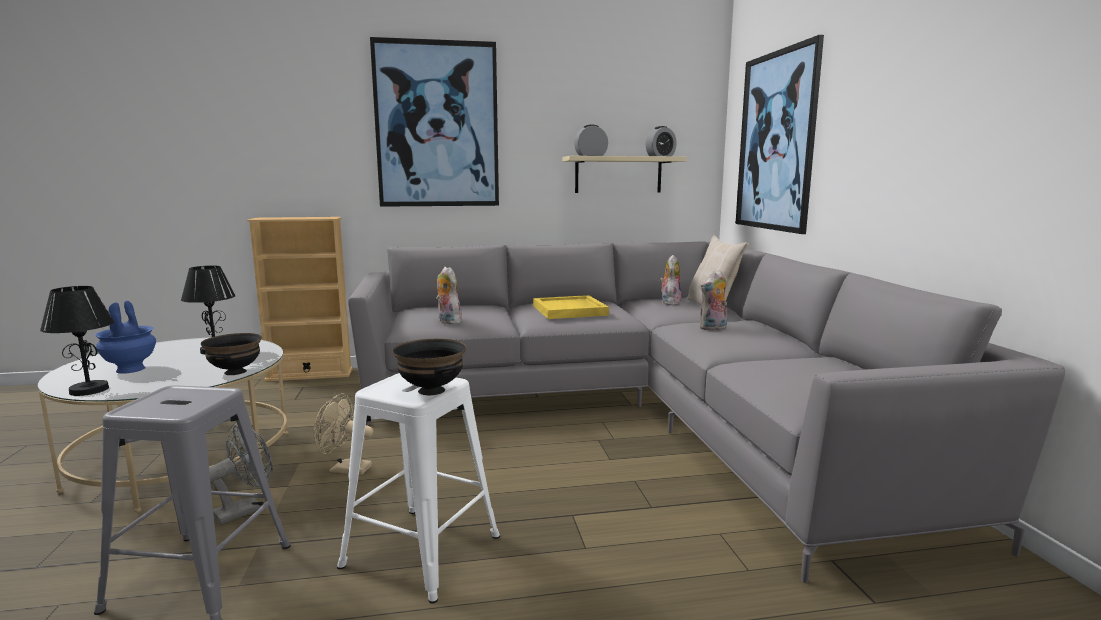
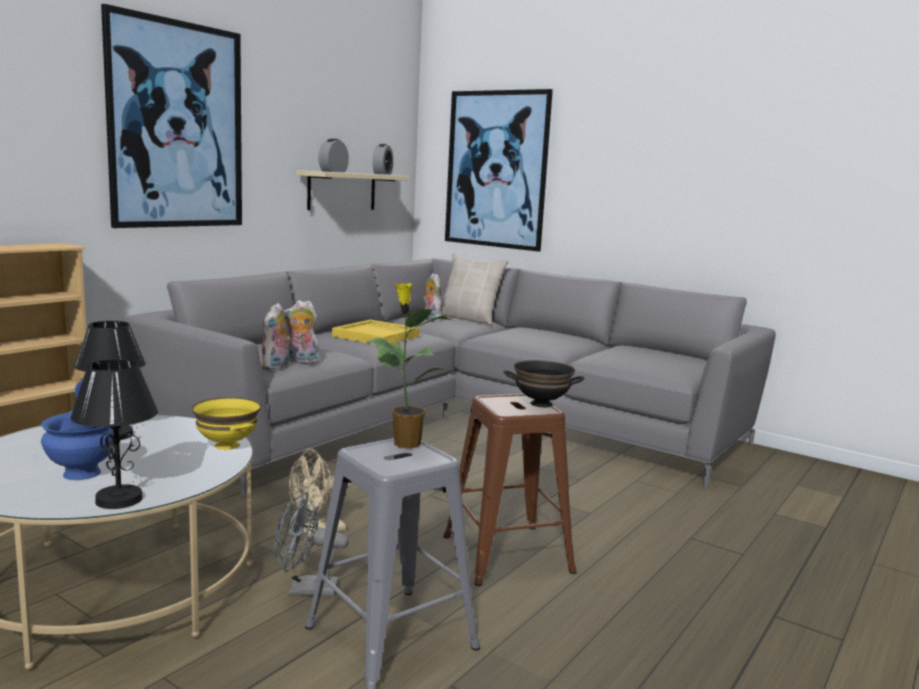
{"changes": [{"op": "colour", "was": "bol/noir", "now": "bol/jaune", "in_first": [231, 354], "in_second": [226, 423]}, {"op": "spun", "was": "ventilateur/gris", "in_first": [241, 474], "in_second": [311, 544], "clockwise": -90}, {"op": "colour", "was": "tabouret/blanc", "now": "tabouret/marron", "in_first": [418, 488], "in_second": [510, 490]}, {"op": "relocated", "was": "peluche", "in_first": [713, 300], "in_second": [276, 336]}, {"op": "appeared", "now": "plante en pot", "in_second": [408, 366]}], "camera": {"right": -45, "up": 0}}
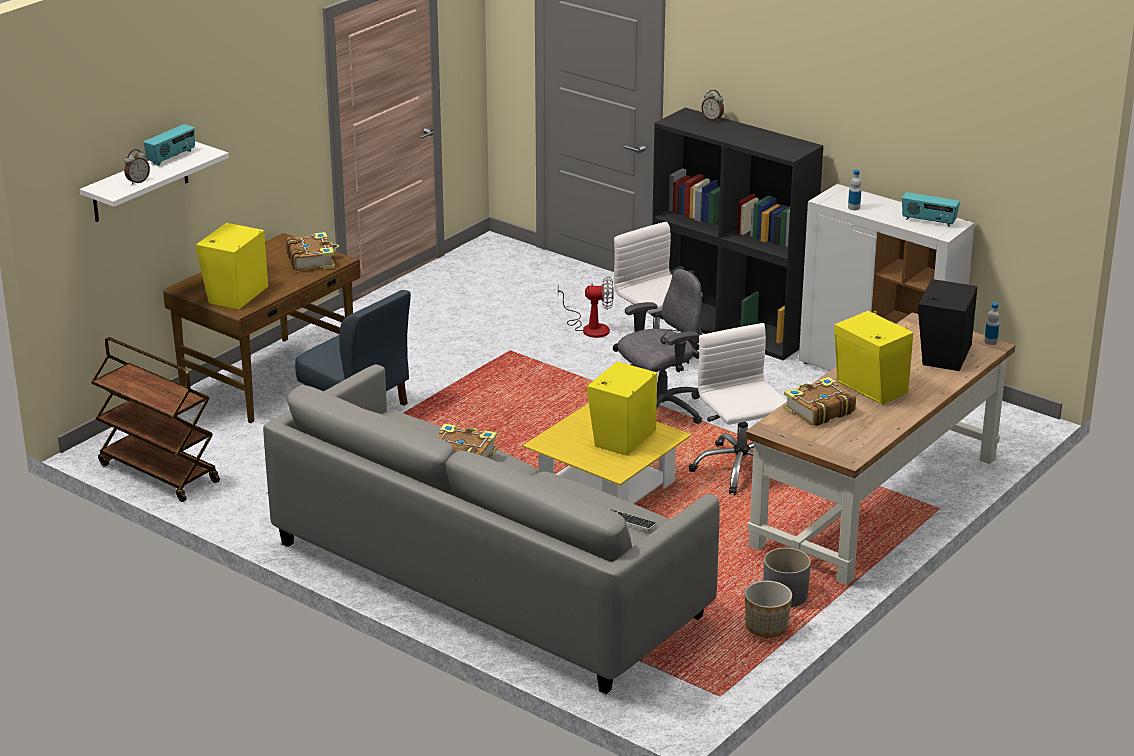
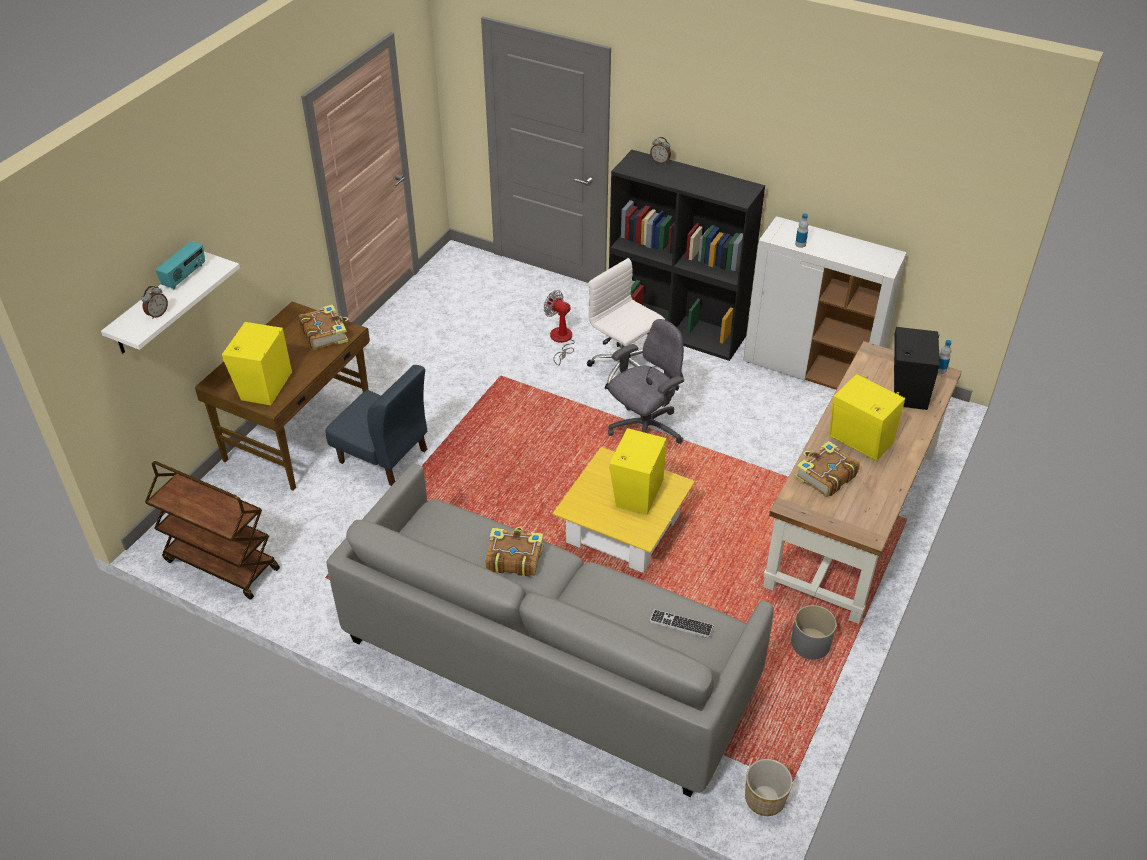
{"changes": [{"op": "spun", "was": "ventilateur", "in_first": [586, 307], "in_second": [559, 328], "clockwise": -135}, {"op": "missing", "was": "chaise de bureau/blanc", "in_first": [737, 409]}, {"op": "relocated", "was": "cache-pot", "in_first": [768, 609], "in_second": [769, 787]}, {"op": "missing", "was": "radio", "in_first": [931, 209]}], "camera": {"right": -10, "up": 15}}
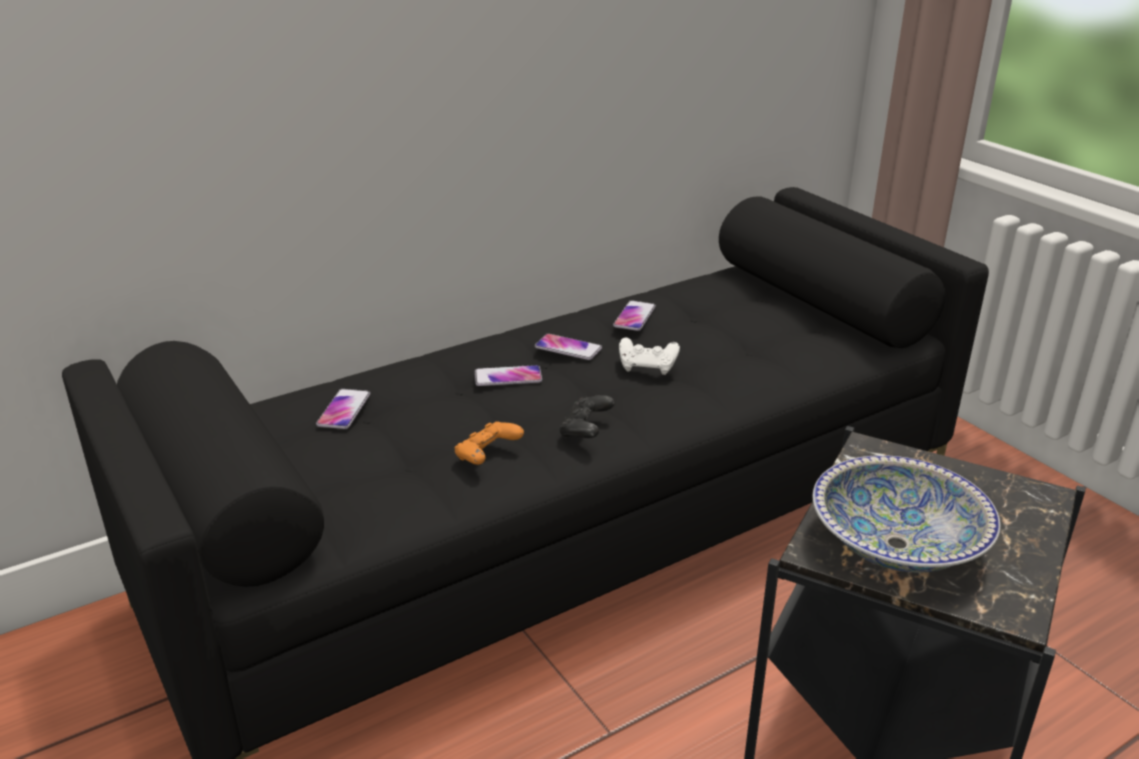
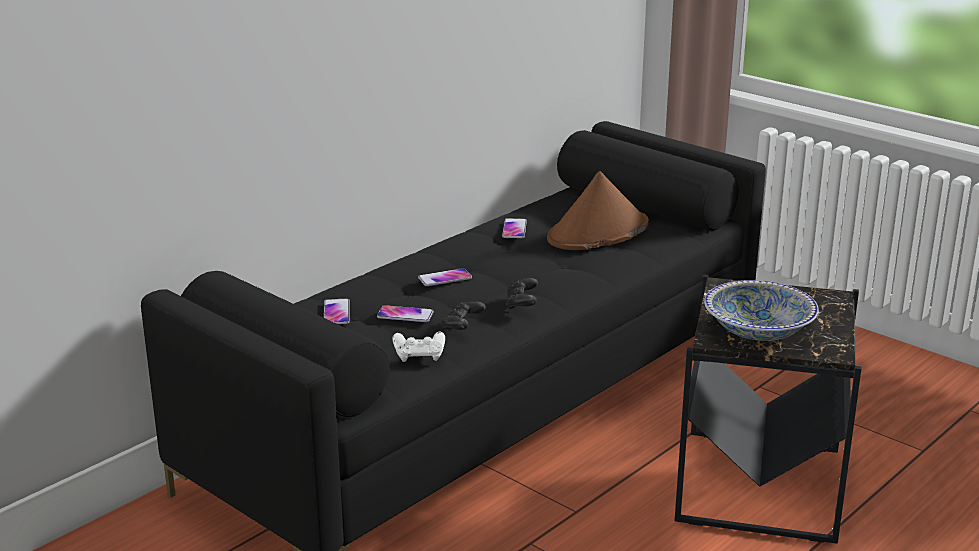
{"changes": [{"op": "colour", "was": "manette/orange", "now": "manette/noir", "in_first": [489, 443], "in_second": [463, 316]}, {"op": "relocated", "was": "téléphone", "in_first": [568, 347], "in_second": [405, 313]}, {"op": "relocated", "was": "manette/blanc", "in_first": [649, 356], "in_second": [418, 347]}, {"op": "appeared", "now": "chapeau/marron", "in_second": [598, 210]}], "camera": {"right": -15, "up": -5}}
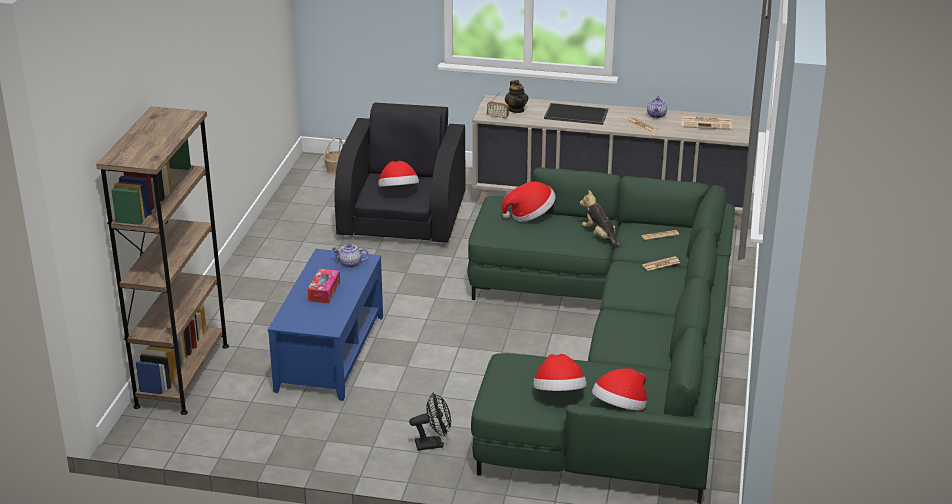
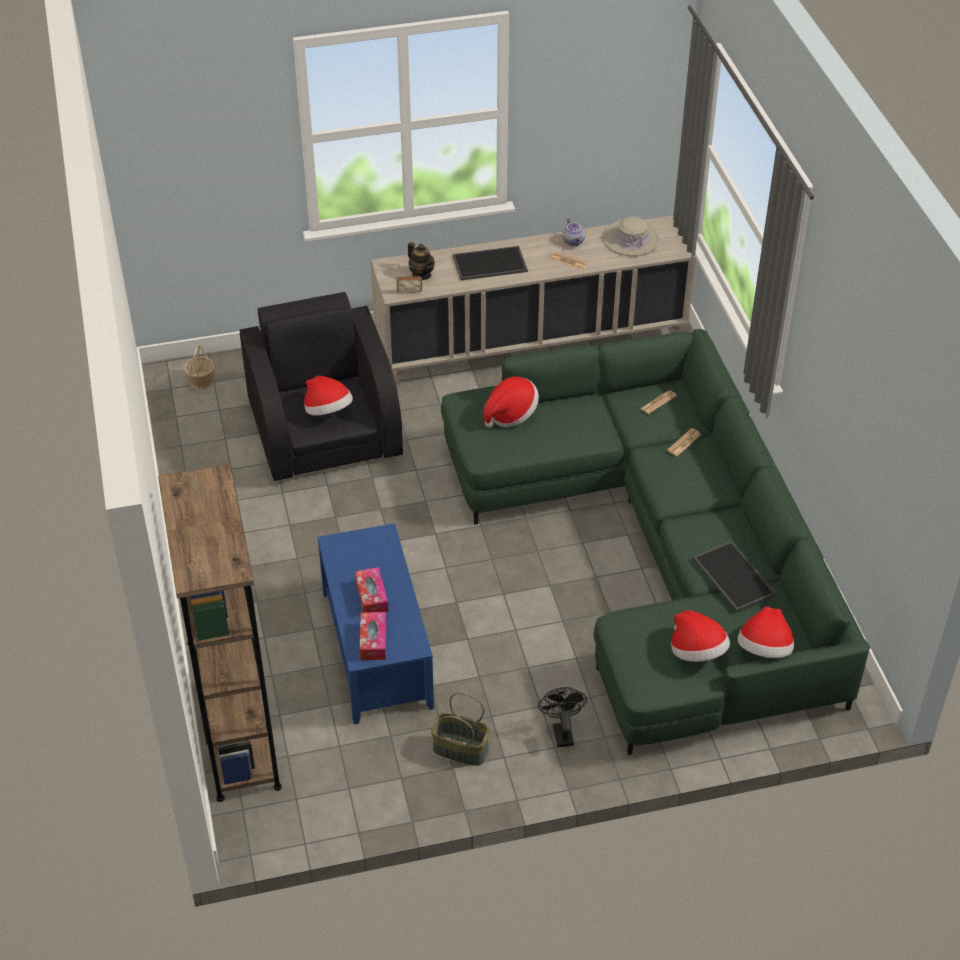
{"changes": [{"op": "missing", "was": "théière", "in_first": [350, 256]}, {"op": "spun", "was": "ventilateur/noir", "in_first": [430, 422], "in_second": [562, 717], "clockwise": -60}, {"op": "missing", "was": "peluche", "in_first": [601, 219]}, {"op": "exchanged", "was": "journal", "now": "chapeau/beige", "in_first": [706, 123], "in_second": [631, 236]}, {"op": "appeared", "now": "boîte à mouchoirs", "in_second": [373, 636]}, {"op": "appeared", "now": "panier", "in_second": [460, 729]}, {"op": "appeared", "now": "plateau", "in_second": [734, 576]}], "camera": {"right": -25, "up": 15}}
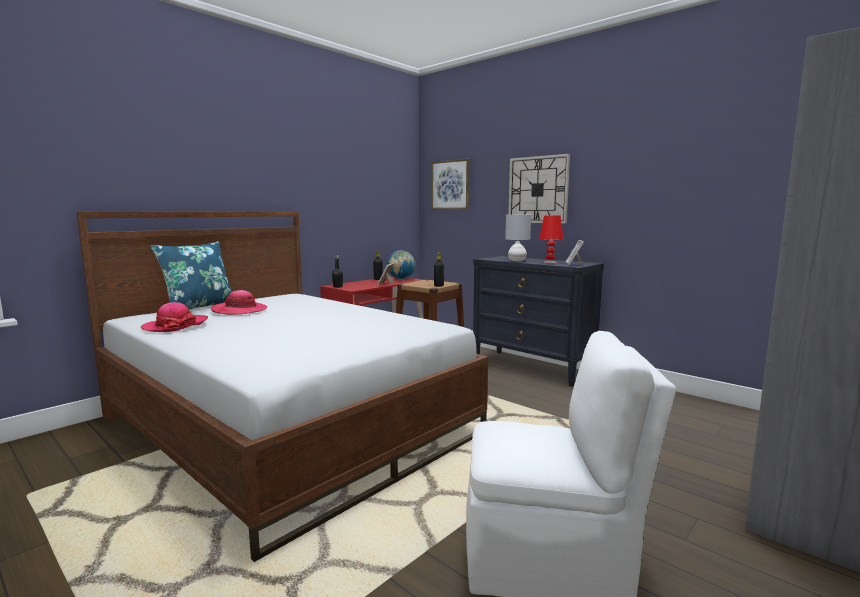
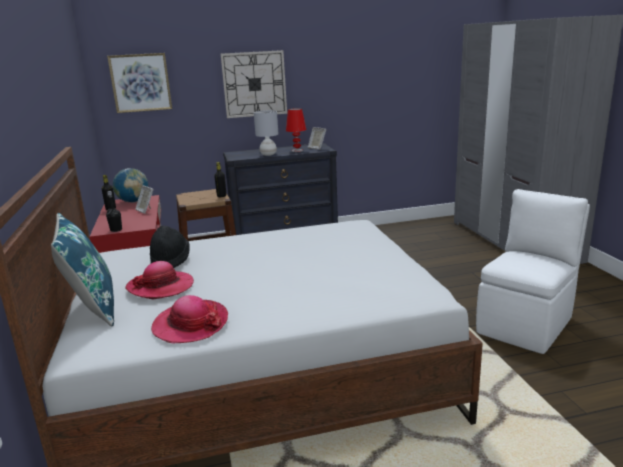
{"changes": [{"op": "appeared", "now": "chapeau/noir", "in_second": [170, 247]}], "camera": {"right": -55, "up": 10}}
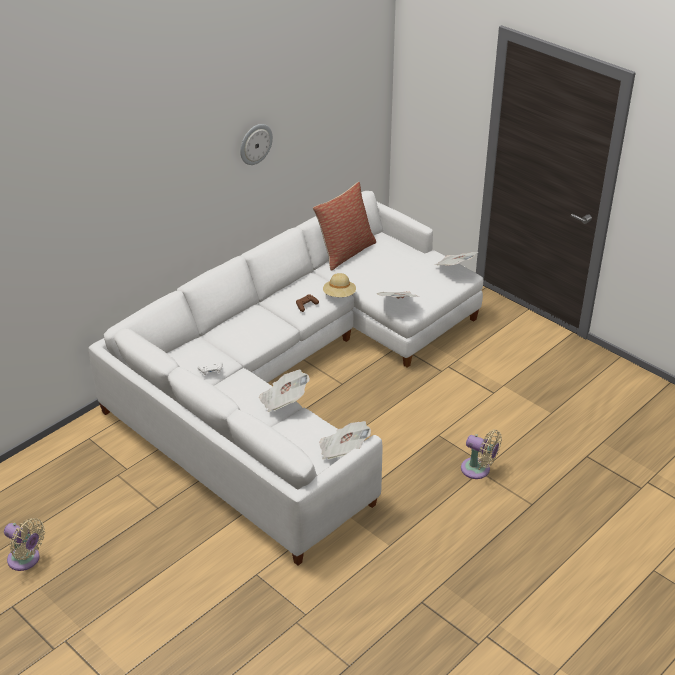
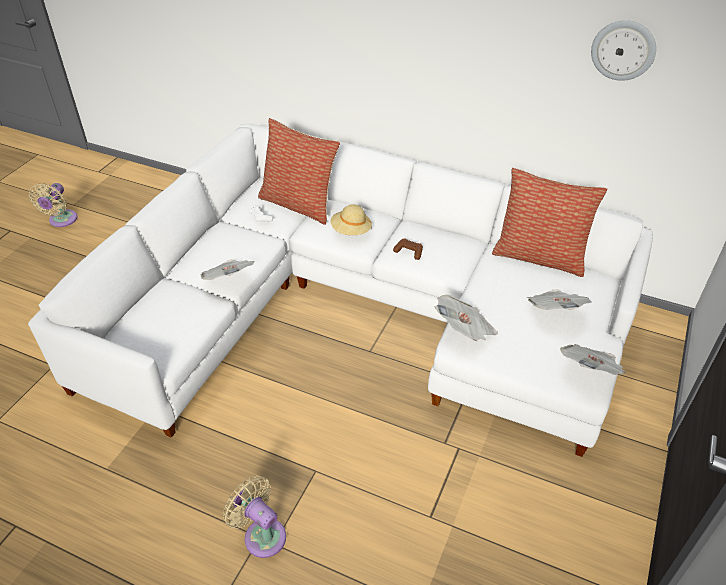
{"changes": [{"op": "relocated", "was": "horloge murale", "in_first": [256, 144], "in_second": [623, 50]}, {"op": "relocated", "was": "journal", "in_first": [345, 440], "in_second": [559, 299]}, {"op": "relocated", "was": "chapeau/beige", "in_first": [339, 285], "in_second": [351, 219]}, {"op": "spun", "was": "ventilateur/beige", "in_first": [481, 454], "in_second": [254, 517], "clockwise": 120}, {"op": "appeared", "now": "coussin", "in_second": [299, 171]}], "camera": {"right": 70, "up": 5}}
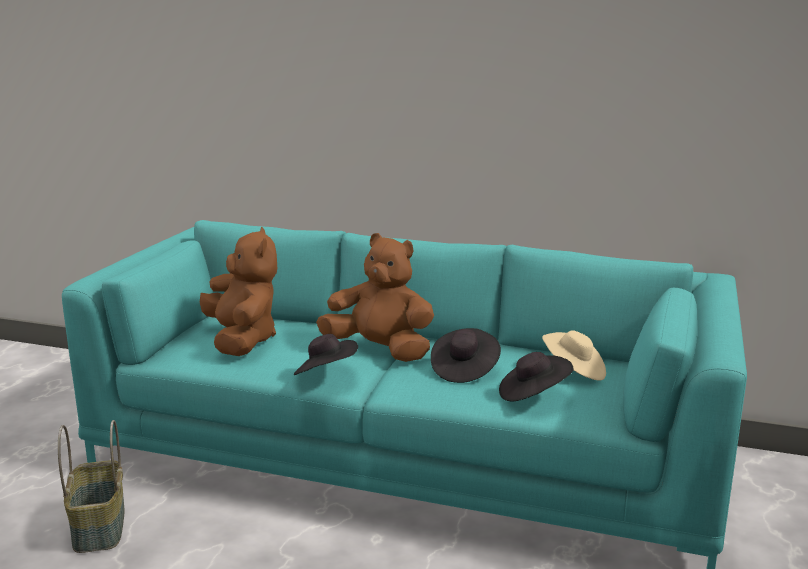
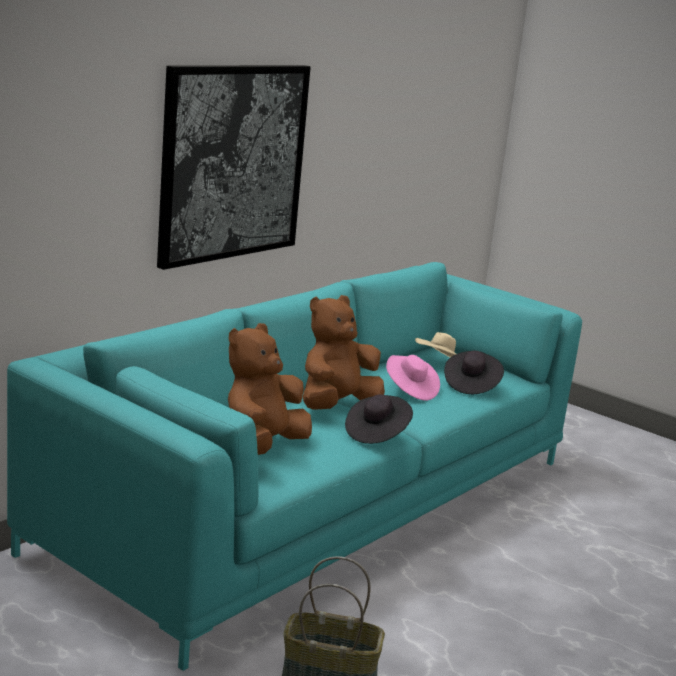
{"changes": [{"op": "spun", "was": "peluche/marron", "in_first": [238, 291], "in_second": [270, 389], "clockwise": -60}, {"op": "colour", "was": "chapeau/noir", "now": "chapeau/rose", "in_first": [466, 355], "in_second": [413, 378]}, {"op": "appeared", "now": "tableau", "in_second": [234, 167]}], "camera": {"right": -70, "up": 0}}
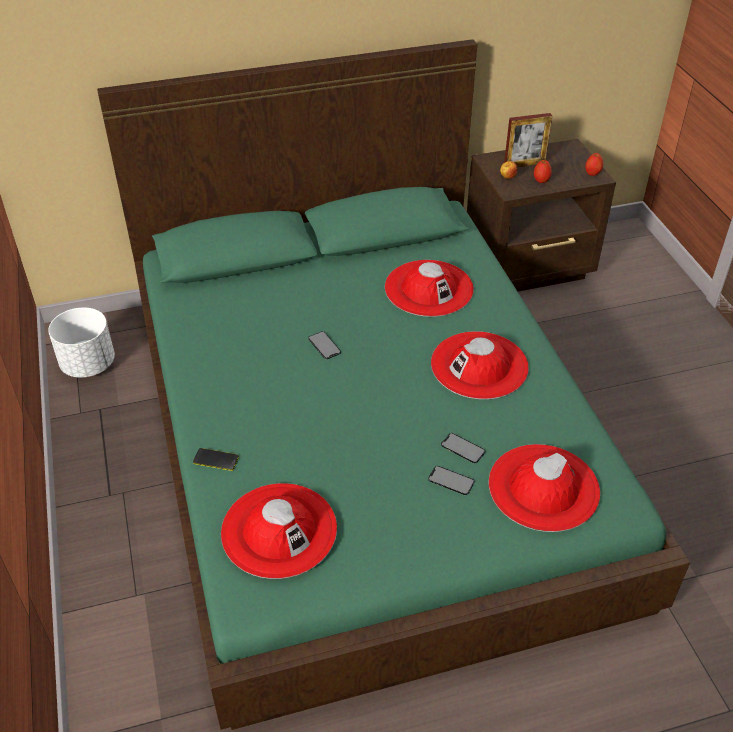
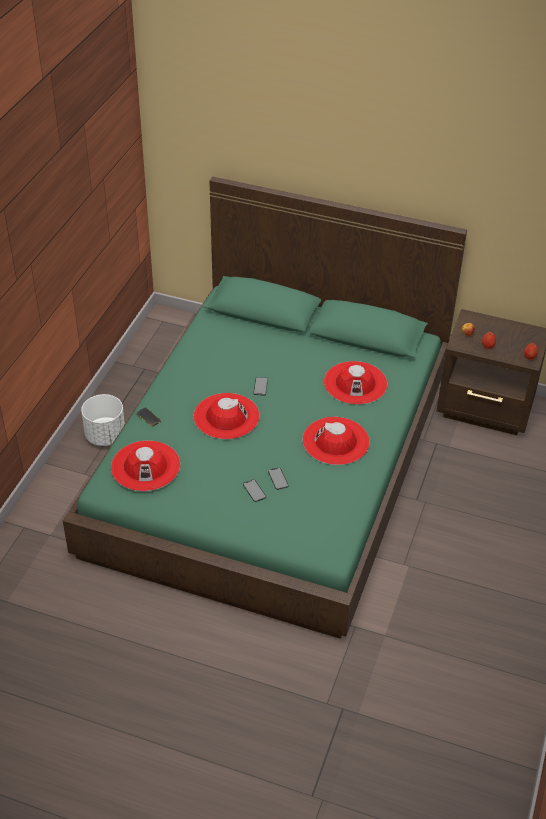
{"changes": [{"op": "relocated", "was": "cache-pot/blanc", "in_first": [81, 342], "in_second": [103, 420]}, {"op": "relocated", "was": "chapeau/rouge", "in_first": [544, 488], "in_second": [227, 416]}, {"op": "missing", "was": "cadre photo", "in_first": [528, 140]}], "camera": {"right": 35, "up": 0}}
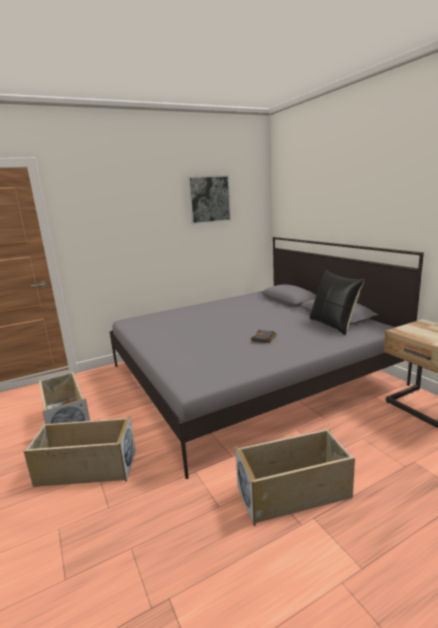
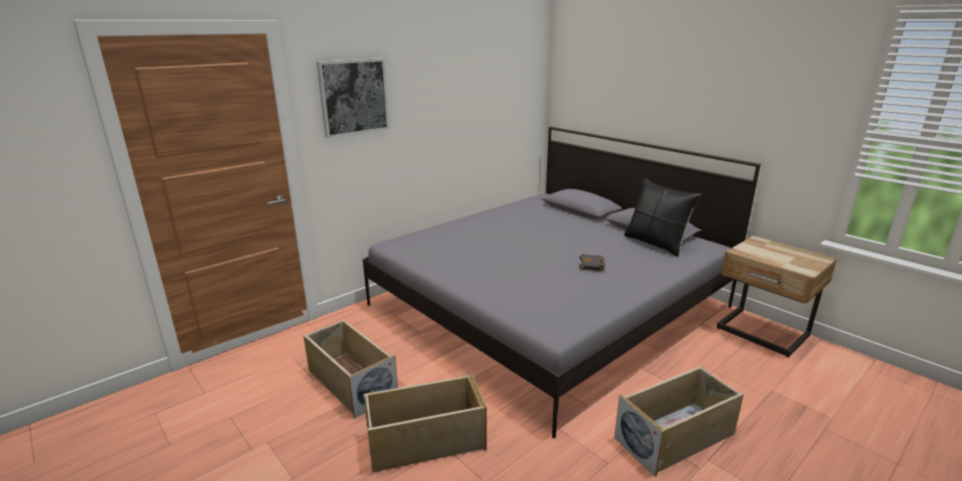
{"changes": [{"op": "relocated", "was": "tableau", "in_first": [209, 200], "in_second": [353, 98]}], "camera": {"right": -15, "up": 5}}
